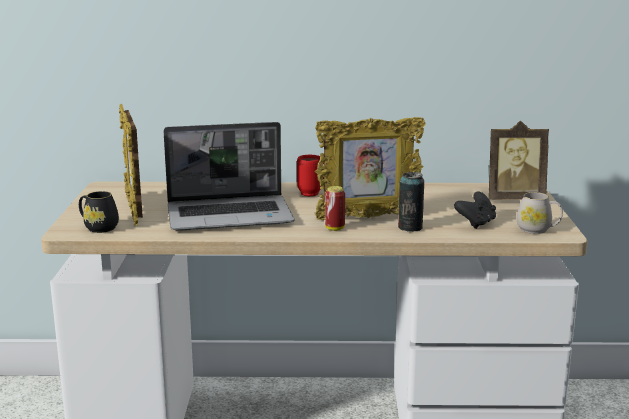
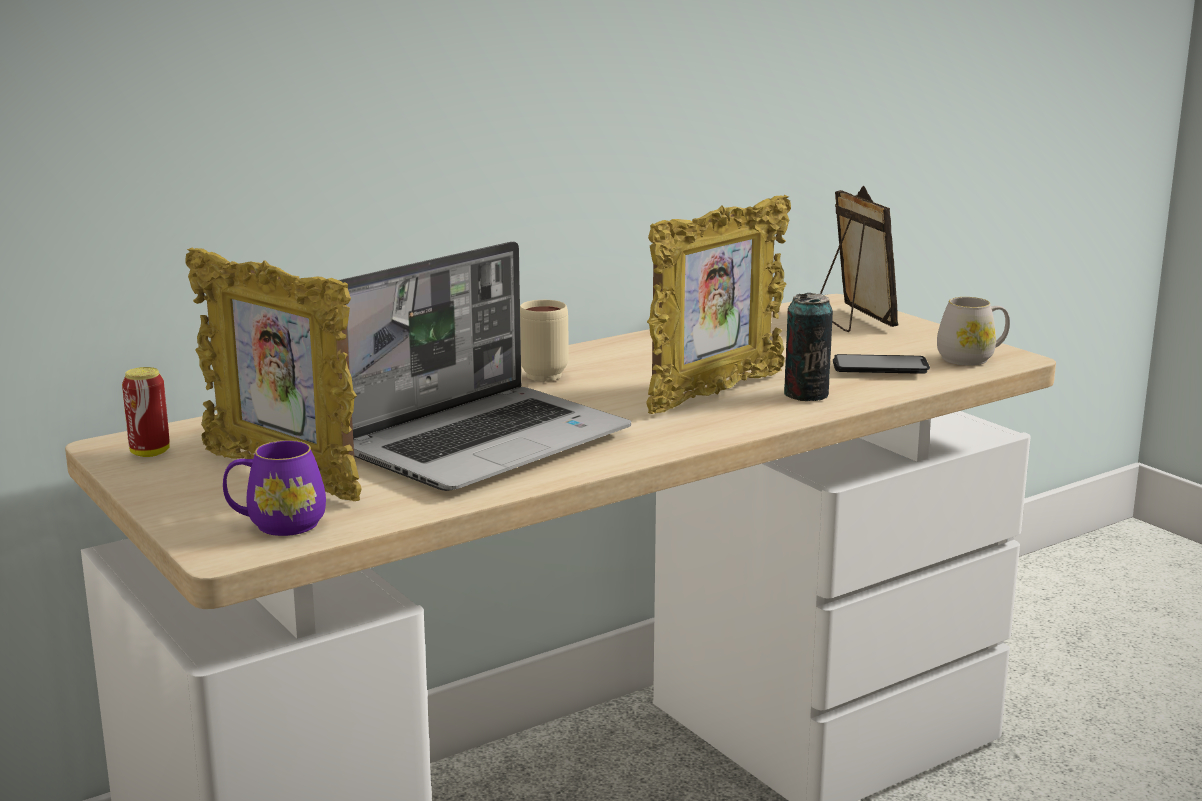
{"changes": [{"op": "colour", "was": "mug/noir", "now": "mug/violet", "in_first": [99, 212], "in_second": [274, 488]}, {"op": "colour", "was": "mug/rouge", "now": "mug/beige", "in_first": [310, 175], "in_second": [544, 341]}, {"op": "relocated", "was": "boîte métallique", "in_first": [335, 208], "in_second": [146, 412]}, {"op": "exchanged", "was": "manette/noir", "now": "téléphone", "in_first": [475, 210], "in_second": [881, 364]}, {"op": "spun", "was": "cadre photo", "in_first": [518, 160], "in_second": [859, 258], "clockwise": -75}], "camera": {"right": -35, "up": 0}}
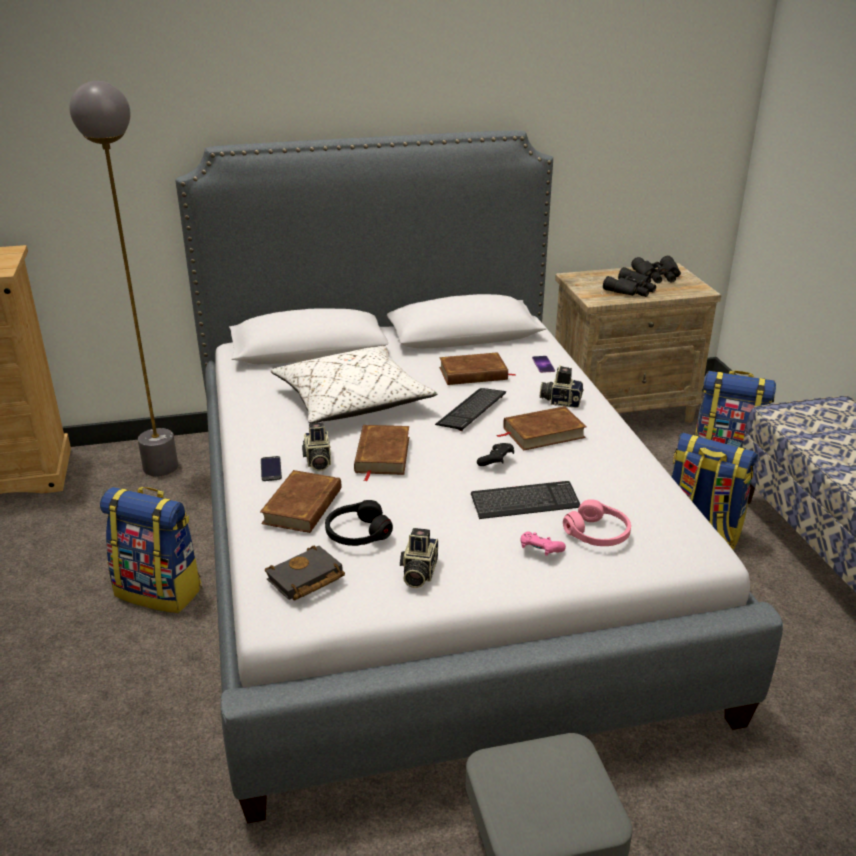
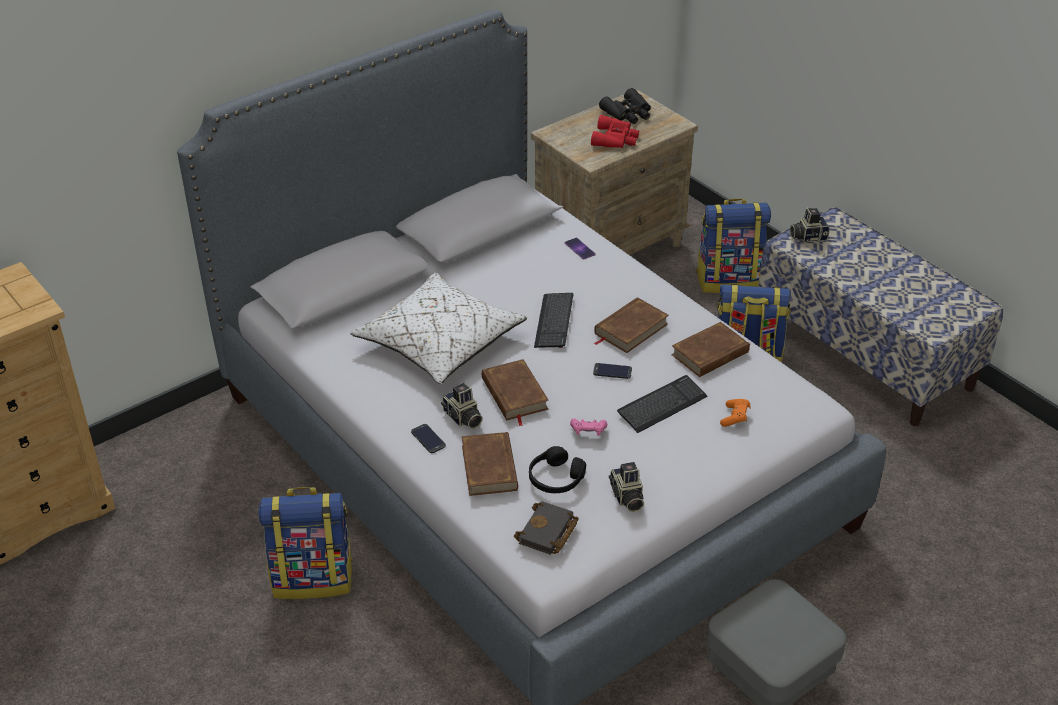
{"changes": [{"op": "missing", "was": "lampadaire/gris", "in_first": [123, 279]}, {"op": "relocated", "was": "livre/marron", "in_first": [477, 368], "in_second": [710, 349]}, {"op": "exchanged", "was": "manette/noir", "now": "téléphone", "in_first": [495, 454], "in_second": [612, 371]}, {"op": "relocated", "was": "manette/rose", "in_first": [543, 543], "in_second": [588, 427]}, {"op": "relocated", "was": "appareil photo", "in_first": [561, 386], "in_second": [810, 225]}, {"op": "exchanged", "was": "casque audio/rose", "now": "manette/orange", "in_first": [597, 522], "in_second": [735, 413]}, {"op": "colour", "was": "jumelles/noir", "now": "jumelles/rouge", "in_first": [629, 282], "in_second": [615, 131]}], "camera": {"right": -25, "up": 10}}
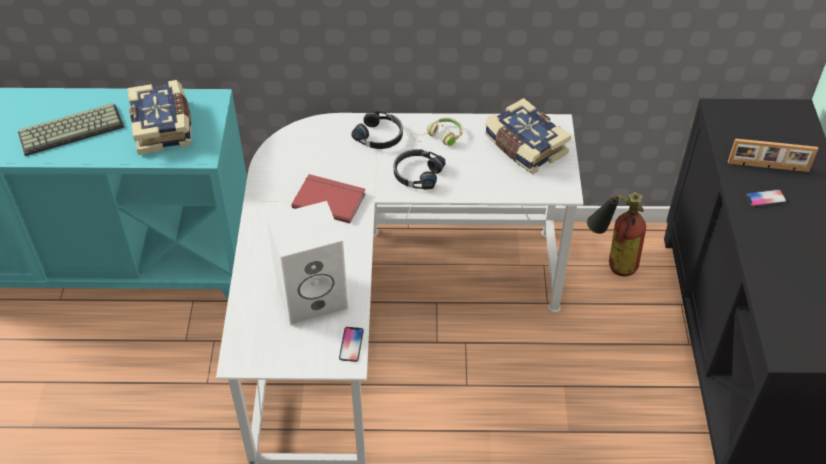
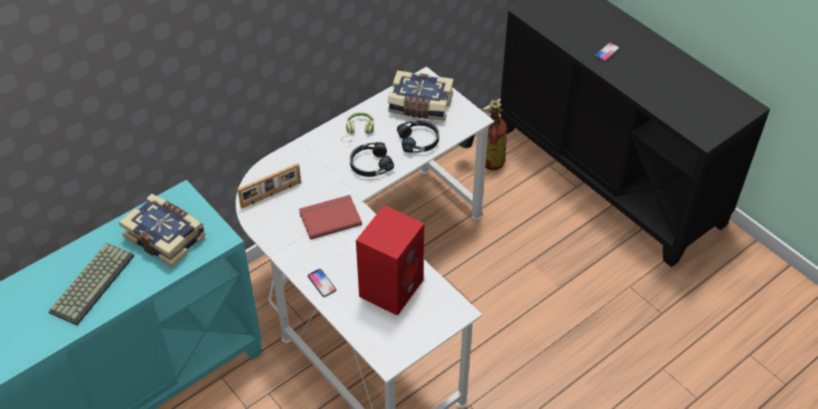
{"changes": [{"op": "colour", "was": "enceinte/blanc", "now": "enceinte/rouge", "in_first": [307, 263], "in_second": [390, 260]}, {"op": "relocated", "was": "téléphone", "in_first": [351, 344], "in_second": [322, 283]}, {"op": "relocated", "was": "casque audio/noir", "in_first": [377, 129], "in_second": [418, 136]}, {"op": "relocated", "was": "cadre photo", "in_first": [773, 155], "in_second": [269, 185]}], "camera": {"right": -40, "up": 0}}
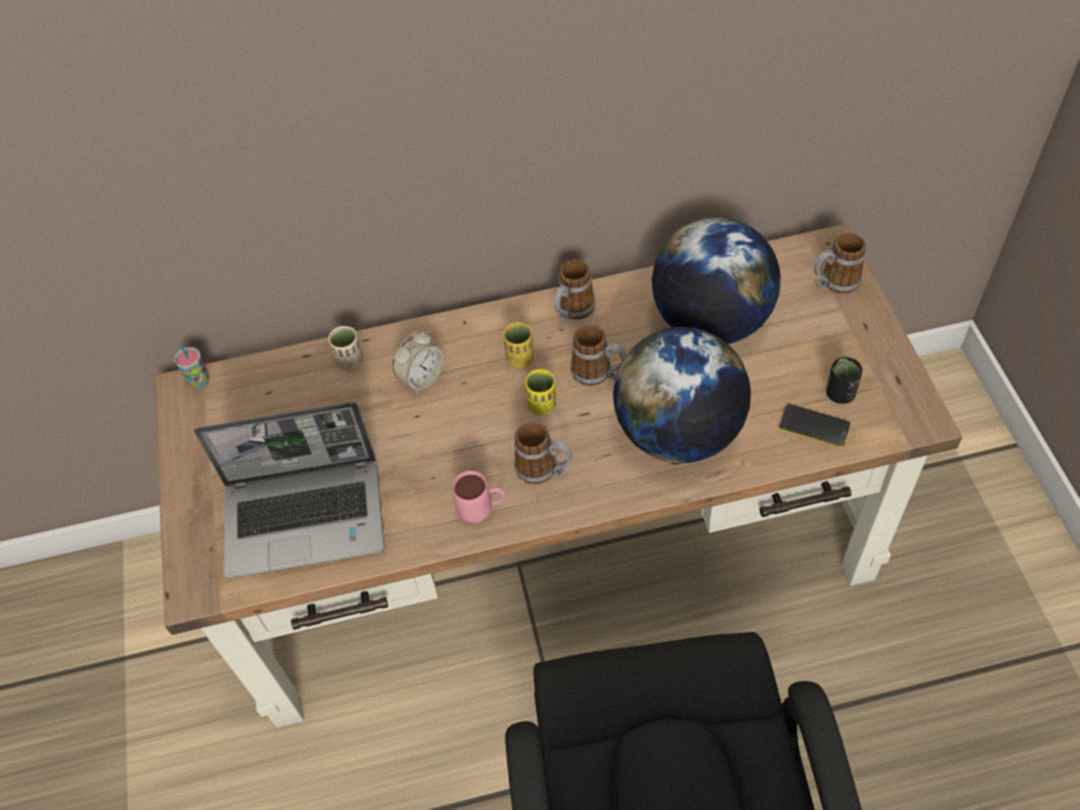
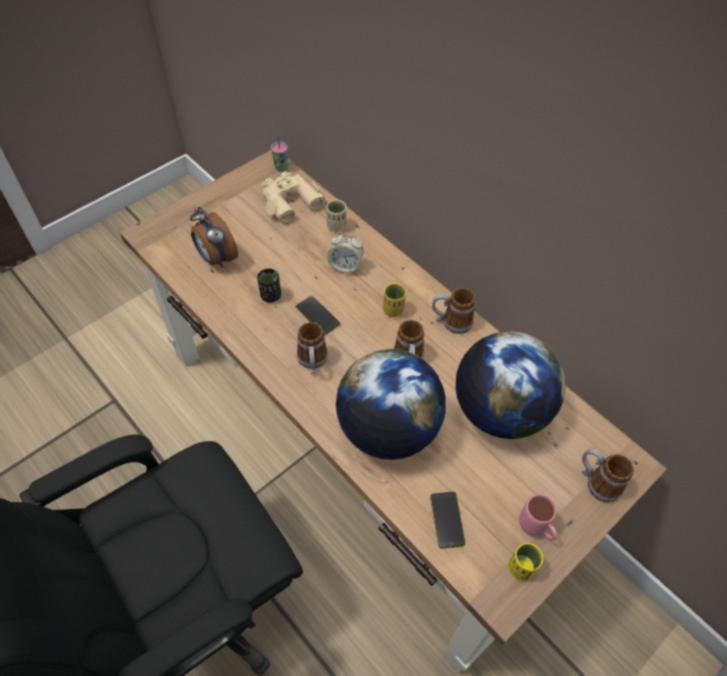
{"changes": [{"op": "exchanged", "was": "ordinateur portable", "now": "réveil", "in_first": [289, 490], "in_second": [214, 237]}, {"op": "relocated", "was": "mug/rose", "in_first": [479, 497], "in_second": [538, 517]}, {"op": "relocated", "was": "tasse/jaune", "in_first": [540, 392], "in_second": [526, 562]}, {"op": "relocated", "was": "tasse/noir", "in_first": [844, 380], "in_second": [269, 285]}, {"op": "appeared", "now": "jumelles/beige", "in_second": [293, 198]}, {"op": "appeared", "now": "téléphone", "in_second": [318, 315]}], "camera": {"right": 55, "up": 0}}
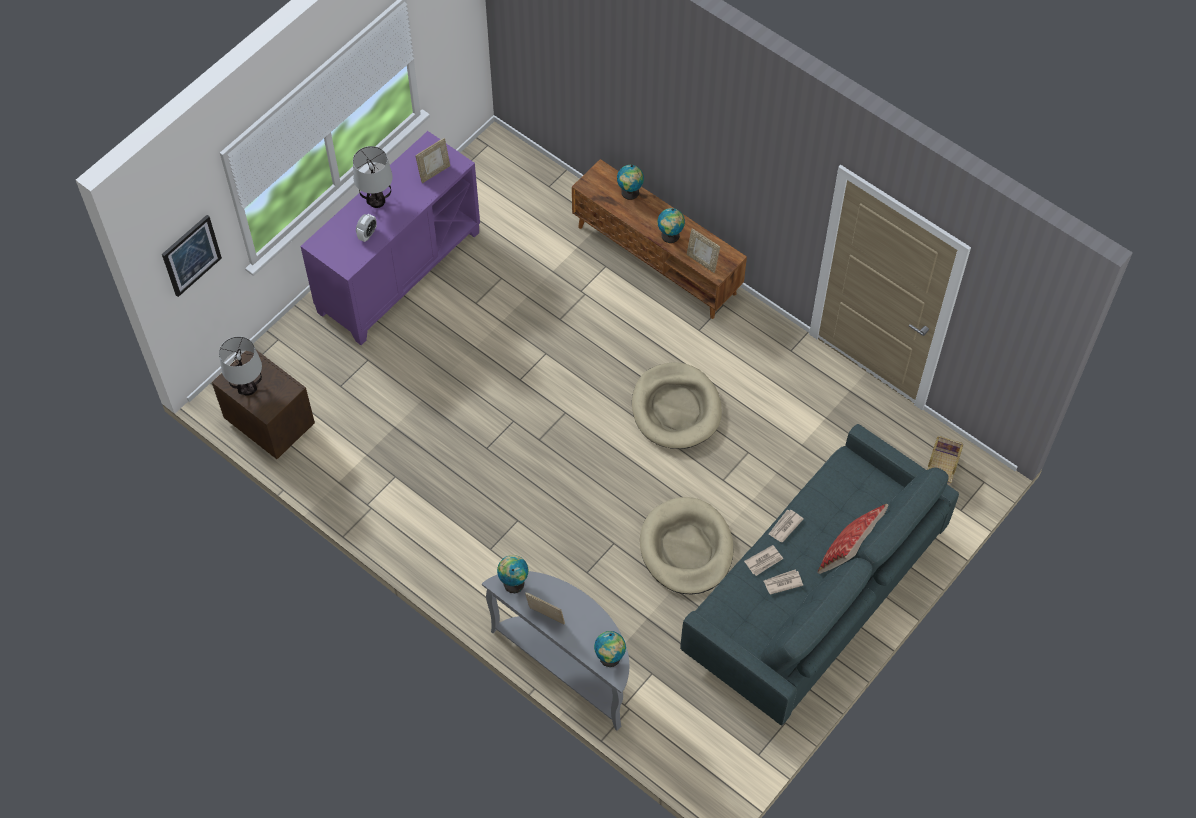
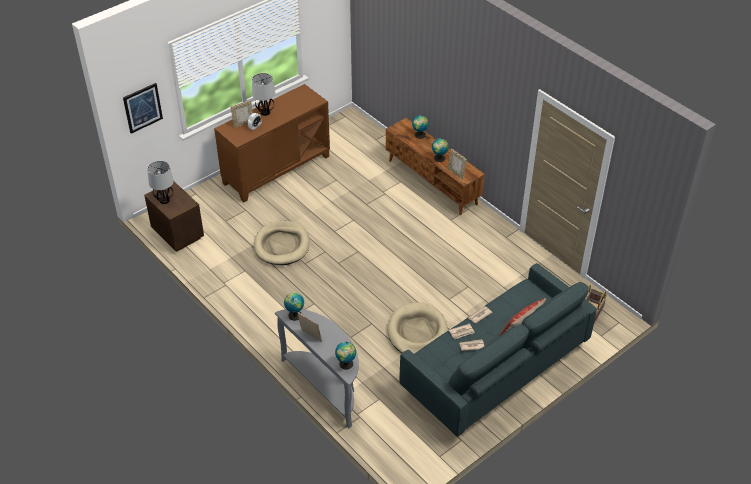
{"changes": [{"op": "colour", "was": "meuble de rangement/violet", "now": "meuble de rangement/marron", "in_first": [390, 238], "in_second": [272, 143]}, {"op": "relocated", "was": "cadre photo", "in_first": [432, 160], "in_second": [242, 114]}, {"op": "relocated", "was": "panier pour chien/beige", "in_first": [677, 405], "in_second": [282, 243]}], "camera": {"right": 10, "up": -15}}
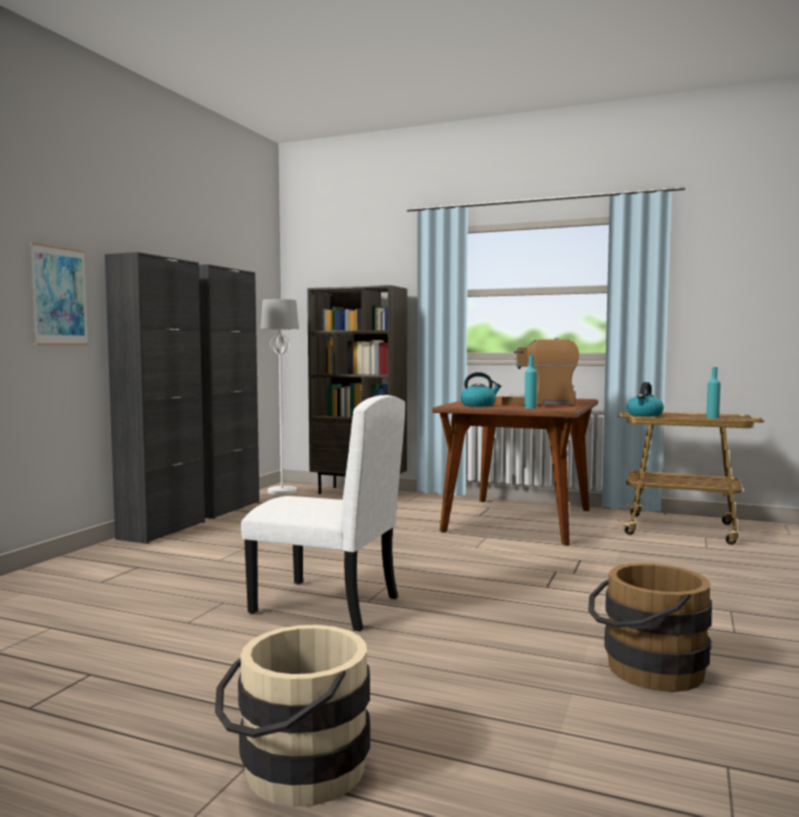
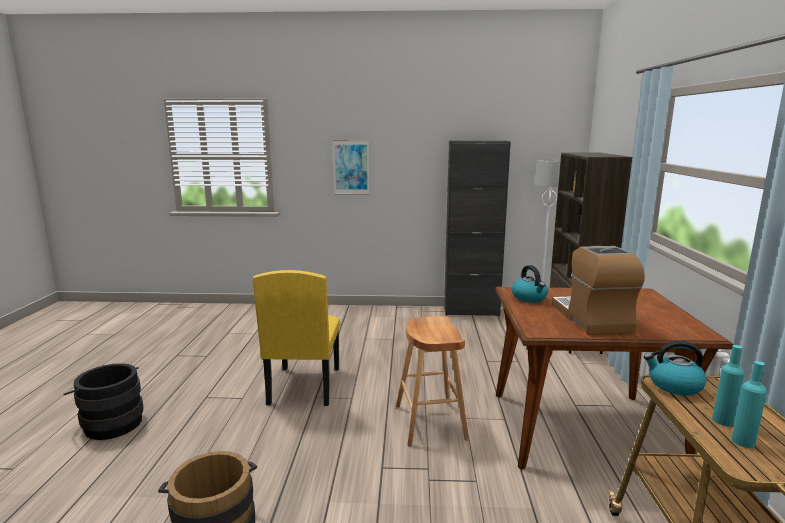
{"changes": [{"op": "missing", "was": "meuble de rangement/noir", "in_first": [155, 398]}, {"op": "colour", "was": "seau/beige", "now": "seau/noir", "in_first": [292, 716], "in_second": [103, 401]}, {"op": "colour", "was": "chaise/blanc", "now": "chaise/jaune", "in_first": [323, 513], "in_second": [296, 338]}, {"op": "relocated", "was": "bouteille/turquoise", "in_first": [530, 382], "in_second": [728, 385]}, {"op": "appeared", "now": "tabouret/marron", "in_second": [432, 381]}], "camera": {"right": 70, "up": 10}}
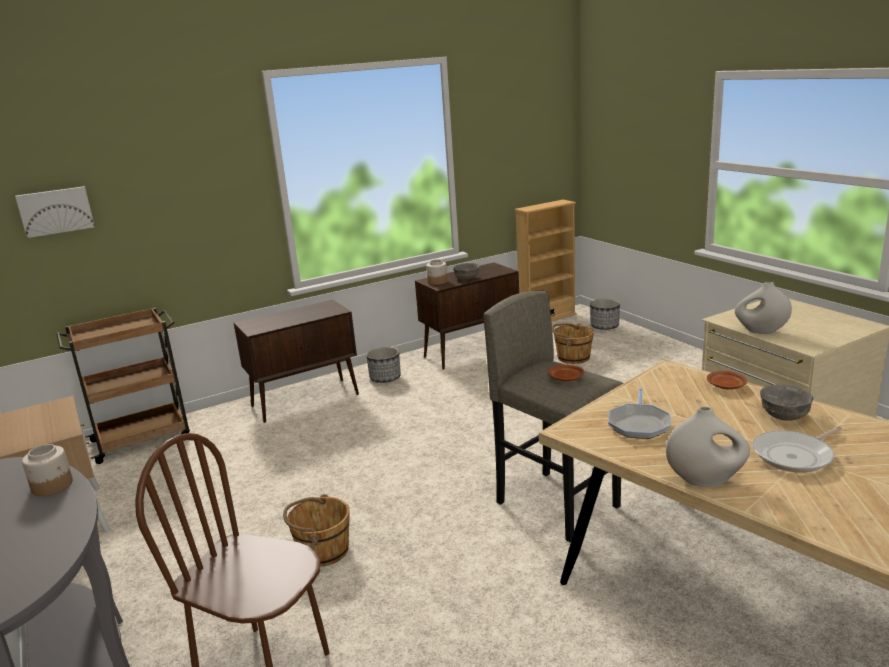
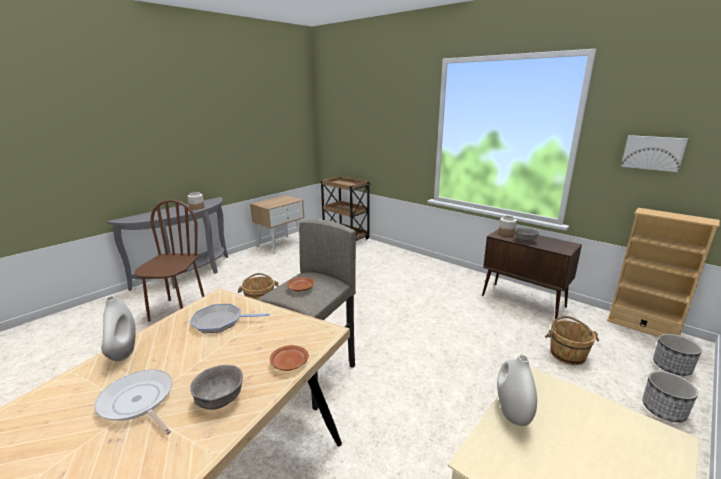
{"changes": [{"op": "relocated", "was": "tableau", "in_first": [55, 212], "in_second": [654, 153]}, {"op": "missing", "was": "meuble de rangement/marron", "in_first": [296, 361]}, {"op": "relocated", "was": "cache-pot", "in_first": [383, 365], "in_second": [670, 396]}], "camera": {"right": 70, "up": 0}}
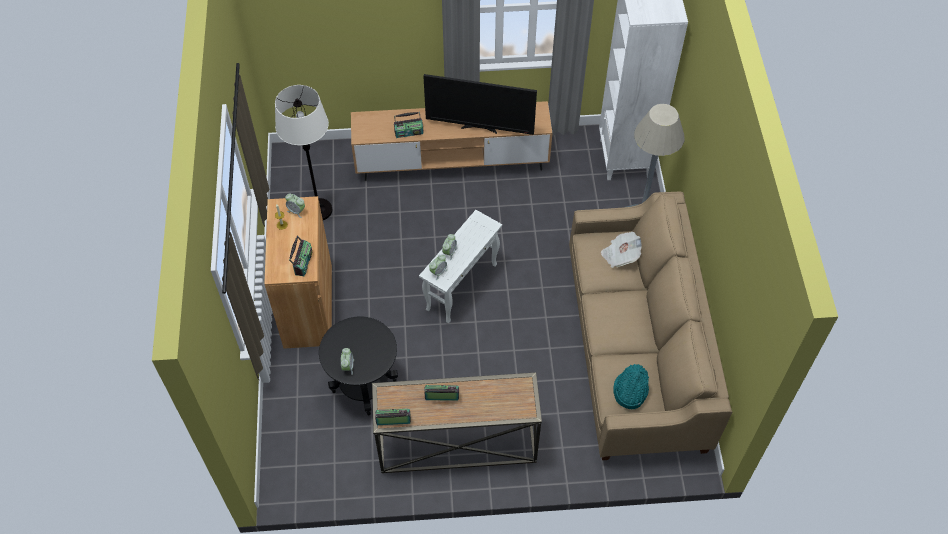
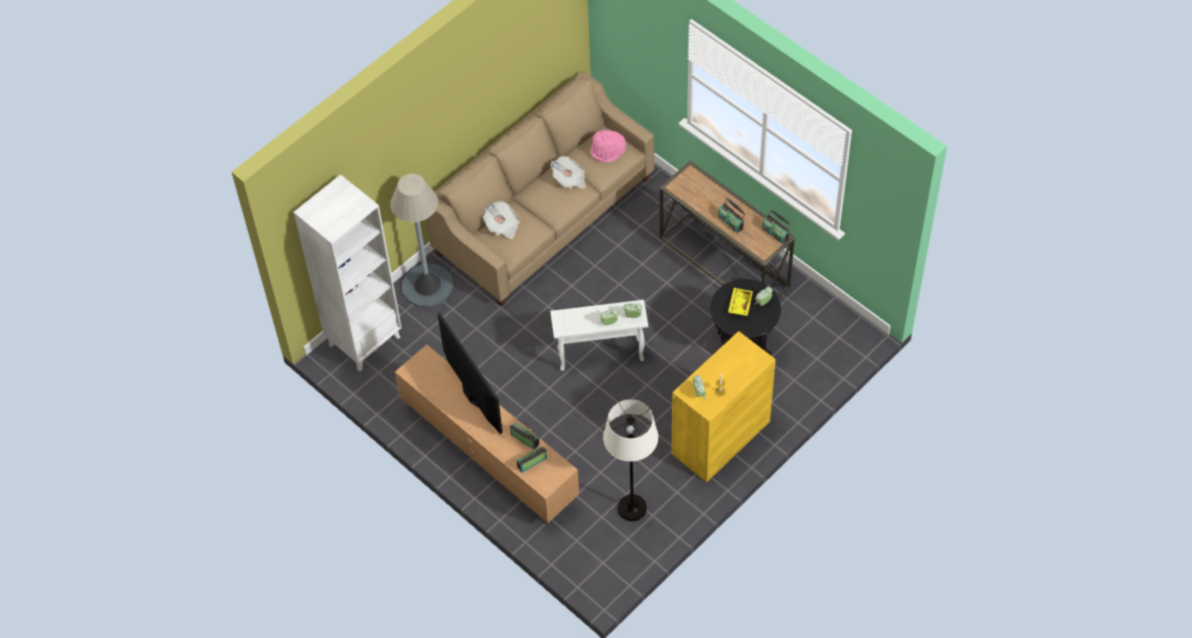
{"changes": [{"op": "colour", "was": "meuble de rangement/marron", "now": "meuble de rangement/jaune", "in_first": [298, 272], "in_second": [723, 406]}, {"op": "relocated", "was": "radio", "in_first": [300, 256], "in_second": [532, 460]}, {"op": "colour", "was": "chapeau/turquoise", "now": "chapeau/rose", "in_first": [631, 386], "in_second": [608, 146]}, {"op": "appeared", "now": "journal", "in_second": [568, 172]}, {"op": "appeared", "now": "plateau/jaune", "in_second": [740, 302]}], "camera": {"right": -130, "up": 0}}
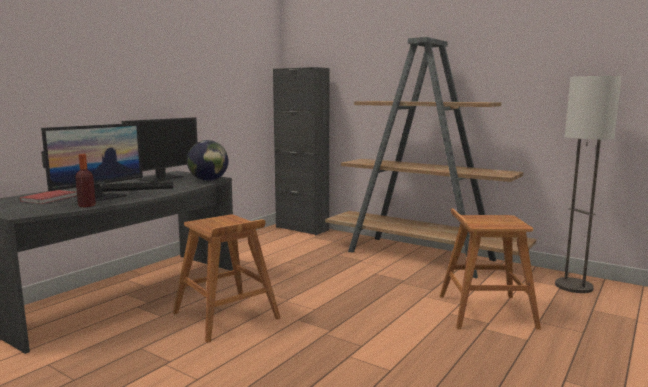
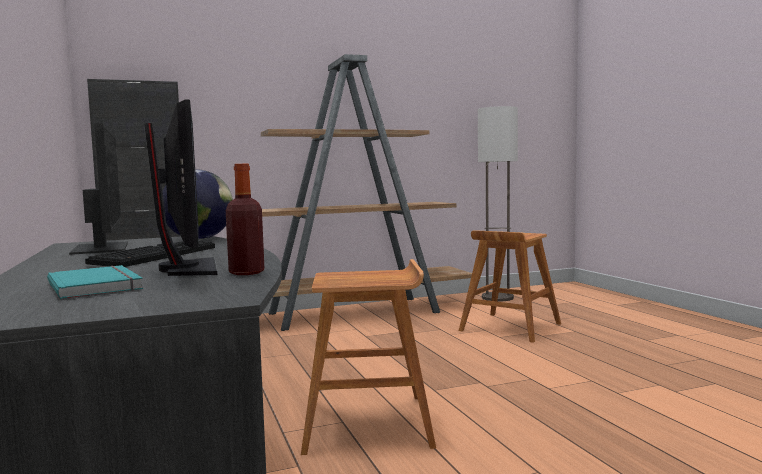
{"changes": [{"op": "colour", "was": "livre/rouge", "now": "livre/turquoise", "in_first": [48, 197], "in_second": [95, 282]}], "camera": {"right": -55, "up": -5}}
